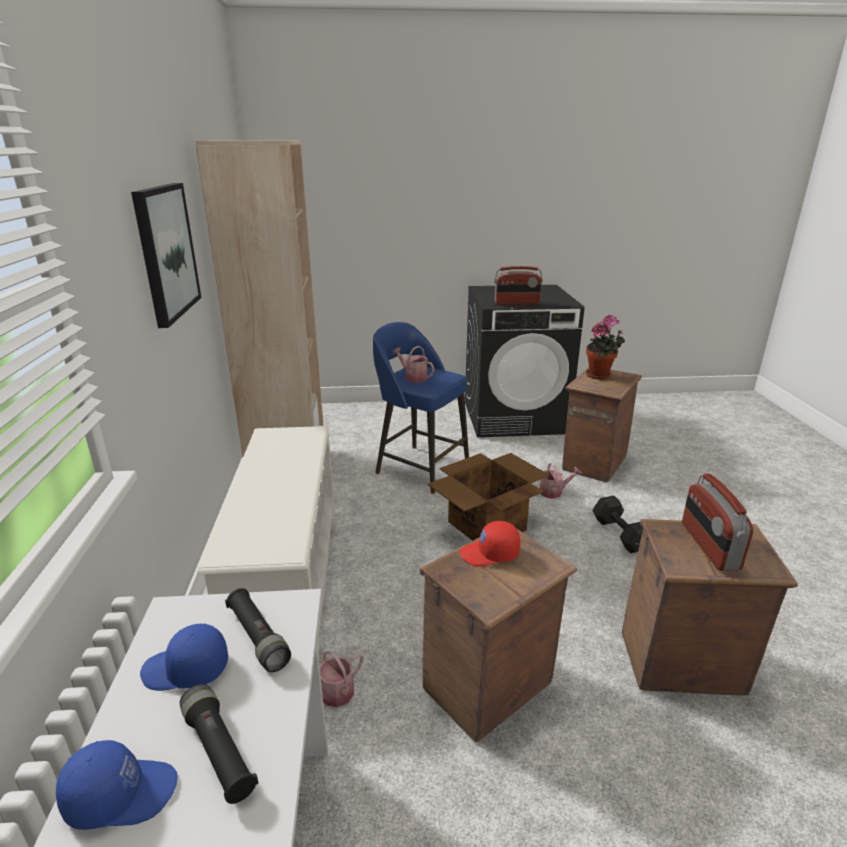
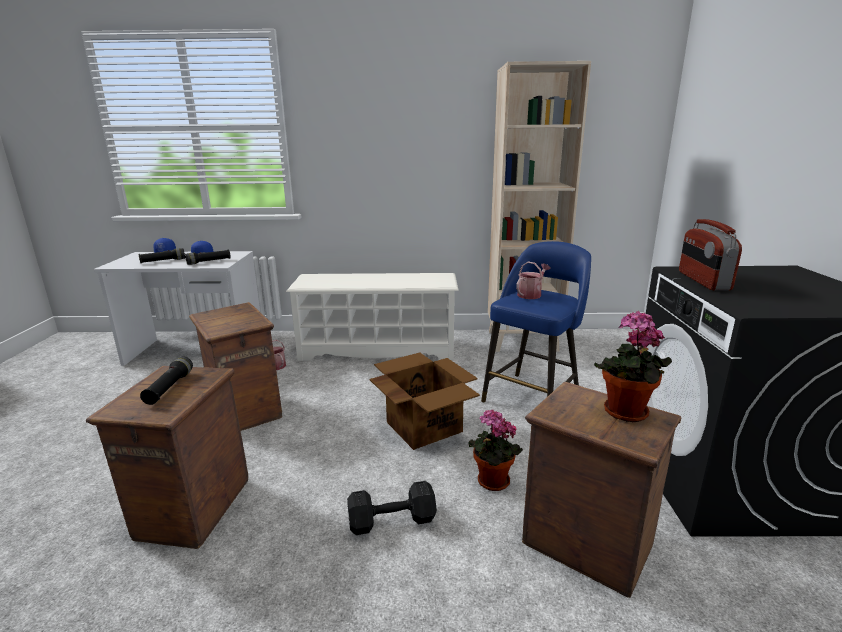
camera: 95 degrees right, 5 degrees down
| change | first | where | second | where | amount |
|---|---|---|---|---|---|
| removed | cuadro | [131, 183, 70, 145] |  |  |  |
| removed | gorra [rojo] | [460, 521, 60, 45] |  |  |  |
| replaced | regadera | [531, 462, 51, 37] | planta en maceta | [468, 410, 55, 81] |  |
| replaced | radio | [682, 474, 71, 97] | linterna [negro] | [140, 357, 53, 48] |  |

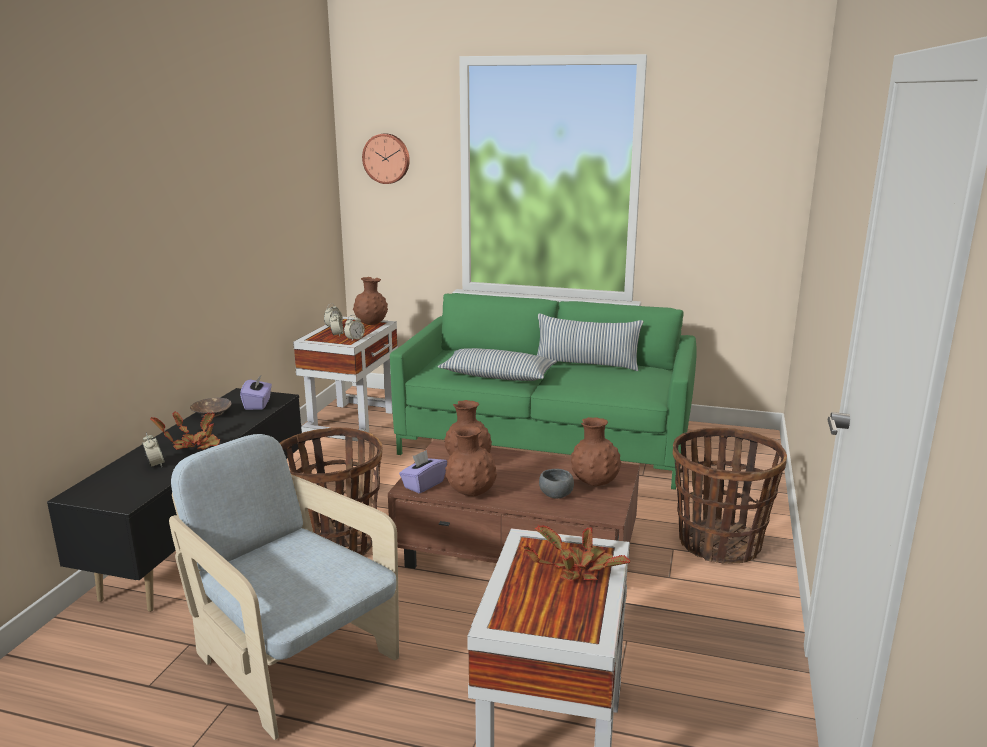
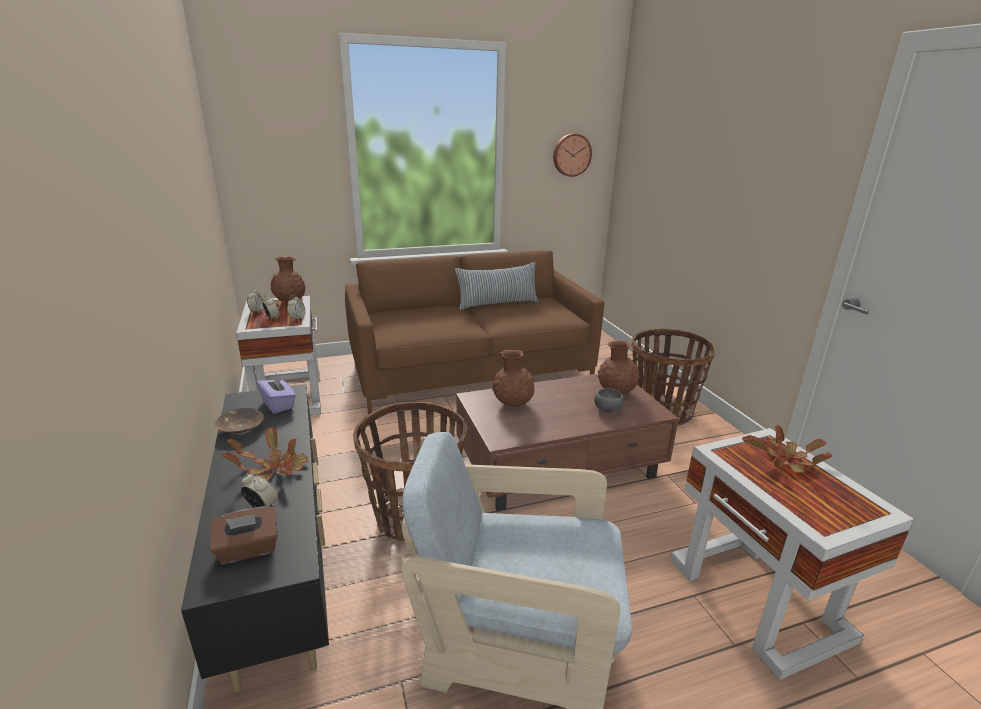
camera: 35 degrees left, 5 degrees up
| change | first | where | second | where | amount |
|---|---|---|---|---|---|
| removed | caja de pañuelos [morado] | [399, 450, 48, 43] |  |  |  |
| removed | cojín | [438, 348, 119, 33] |  |  |  |
| removed | florero [marrón] | [445, 426, 52, 70] |  |  |  |
| added |  |  | caja de pañuelos [marrón] | [210, 506, 68, 58] |  |
| moved | reloj de pared | [362, 133, 48, 51] |  | [553, 133, 39, 44] |  |
| recoloured | sofá [verde] | [390, 293, 307, 197] | sofá [marrón] | [345, 250, 259, 165] |  |

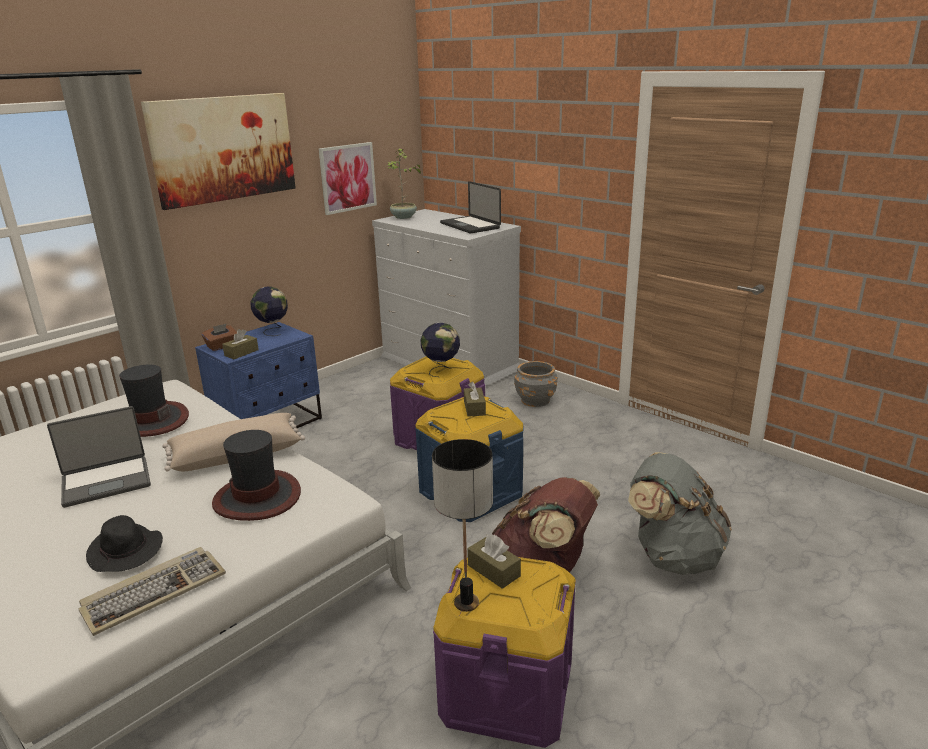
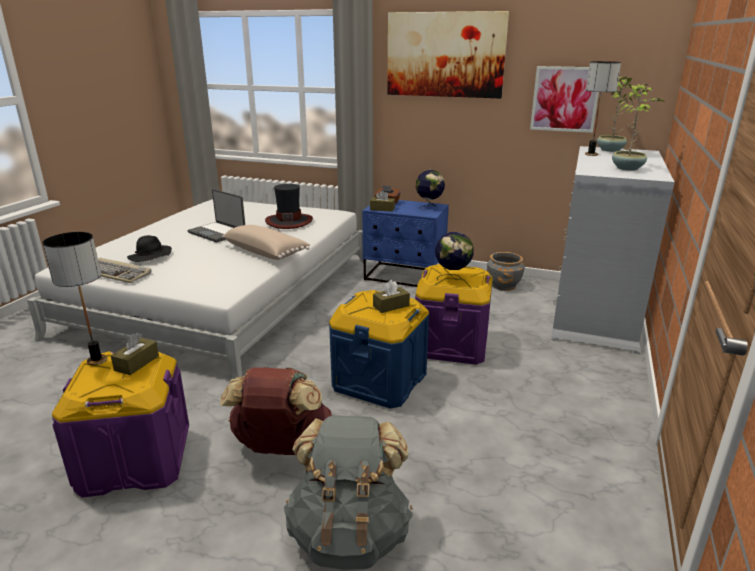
camera: 65 degrees right, 0 degrees up
| change | first | where | second | where | amount |
|---|---|---|---|---|---|
| removed | sombrero | [212, 430, 89, 91] |  |  |  |
| added |  |  | lámpara de mesa | [585, 61, 36, 95] |  |
| moved | maceta [gris] | [514, 361, 44, 46] |  | [486, 252, 39, 39] |  |
| replaced | portátil | [440, 181, 61, 52] | planta en maceta | [612, 84, 53, 87] |  |

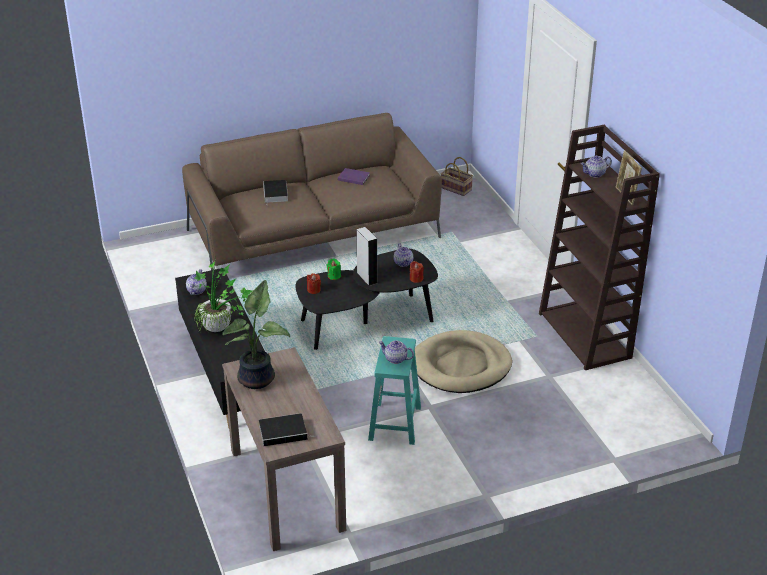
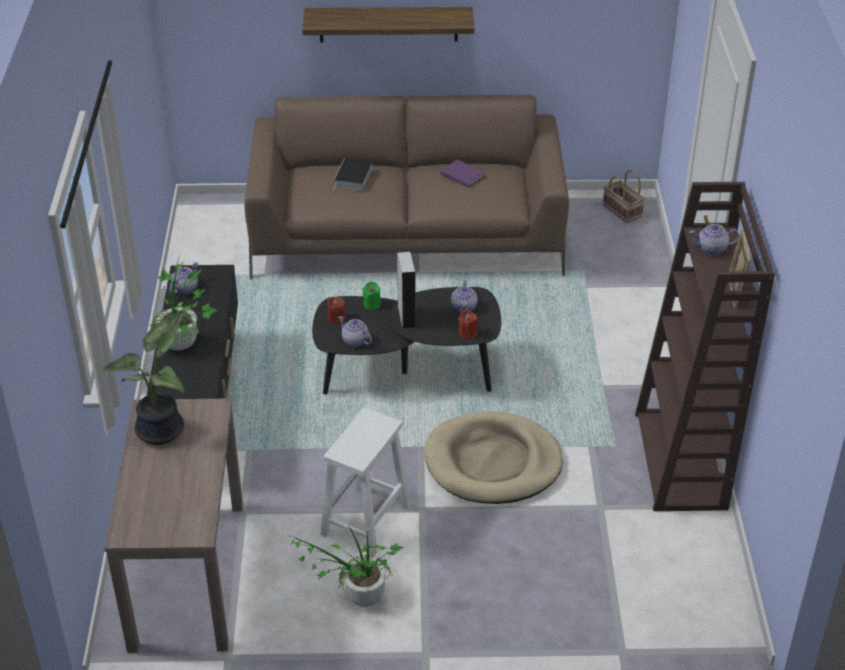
camera: 20 degrees right, 5 degrees up
| change | first | where | second | where | amount |
|---|---|---|---|---|---|
| removed | libro | [259, 413, 52, 33] |  |  |  |
| added |  |  | planta en maceta | [286, 526, 118, 81] |  |
| added |  |  | estante | [302, 7, 172, 36] |  |
| moved | tetera | [379, 341, 35, 23] |  | [338, 316, 34, 31] |  |
| recoloured | taburete [turquesa] | [368, 336, 53, 109] | taburete [blanco] | [321, 408, 90, 149] |  |

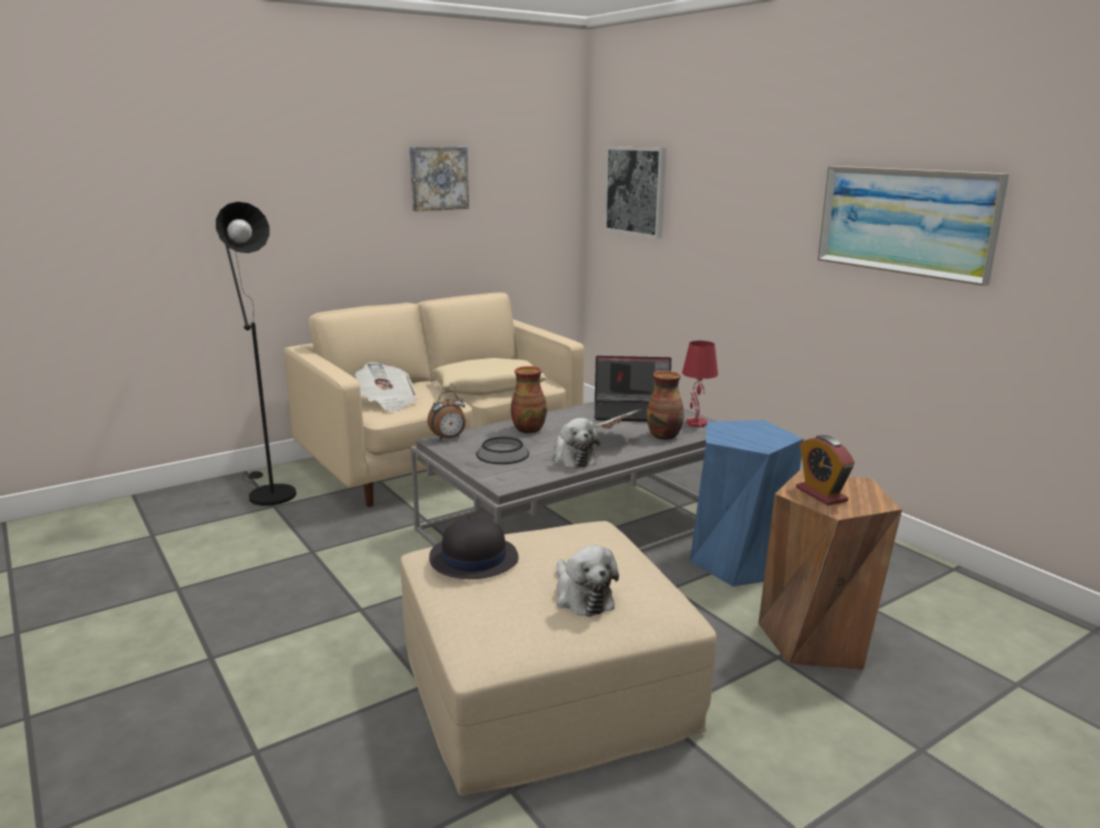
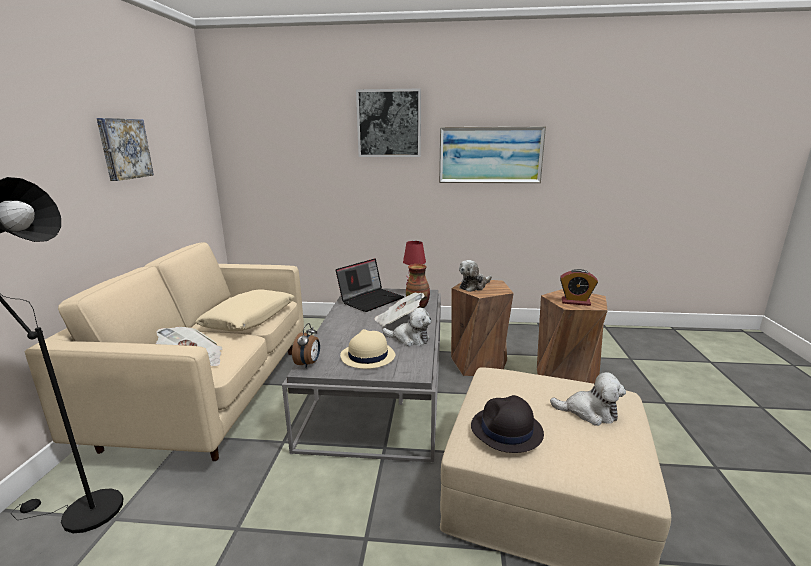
camera: 50 degrees left, 0 degrees up
| change | first | where | second | where | amount |
|---|---|---|---|---|---|
| removed | florero | [511, 366, 36, 68] |  |  |  |
| added |  |  | peluche | [459, 260, 33, 32] |  |
| moved | cuadro | [604, 146, 62, 92] |  | [356, 88, 65, 69] |  |
| replaced | cuenco | [476, 437, 53, 27] | sombrero [beis] | [340, 329, 56, 40] |  |
| recoloured | taburete [azul] | [690, 420, 114, 167] | taburete [marrón] | [451, 280, 63, 96] |  |

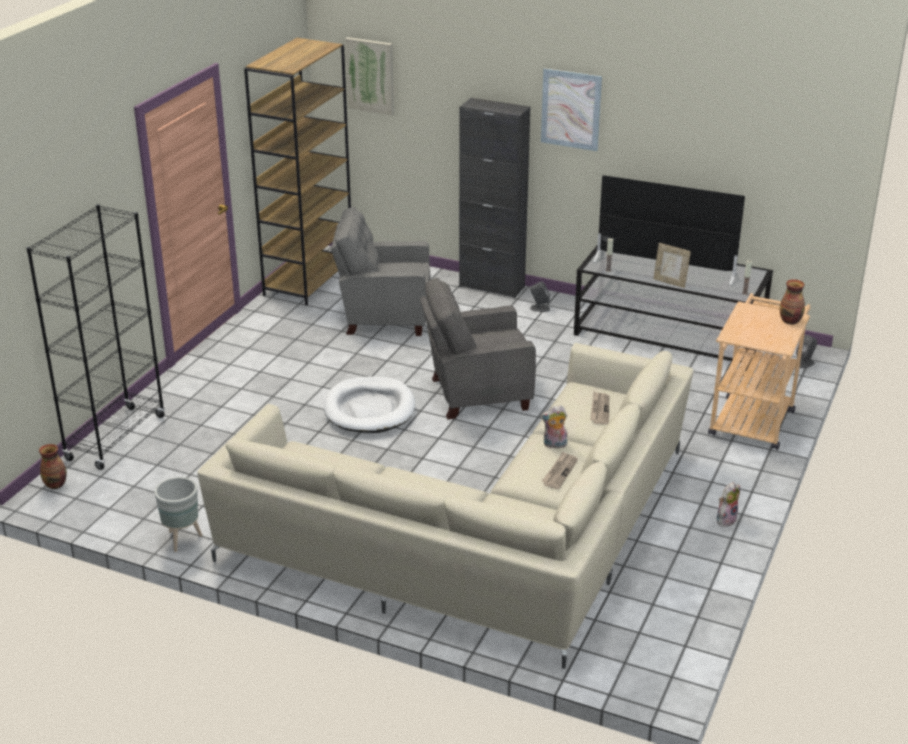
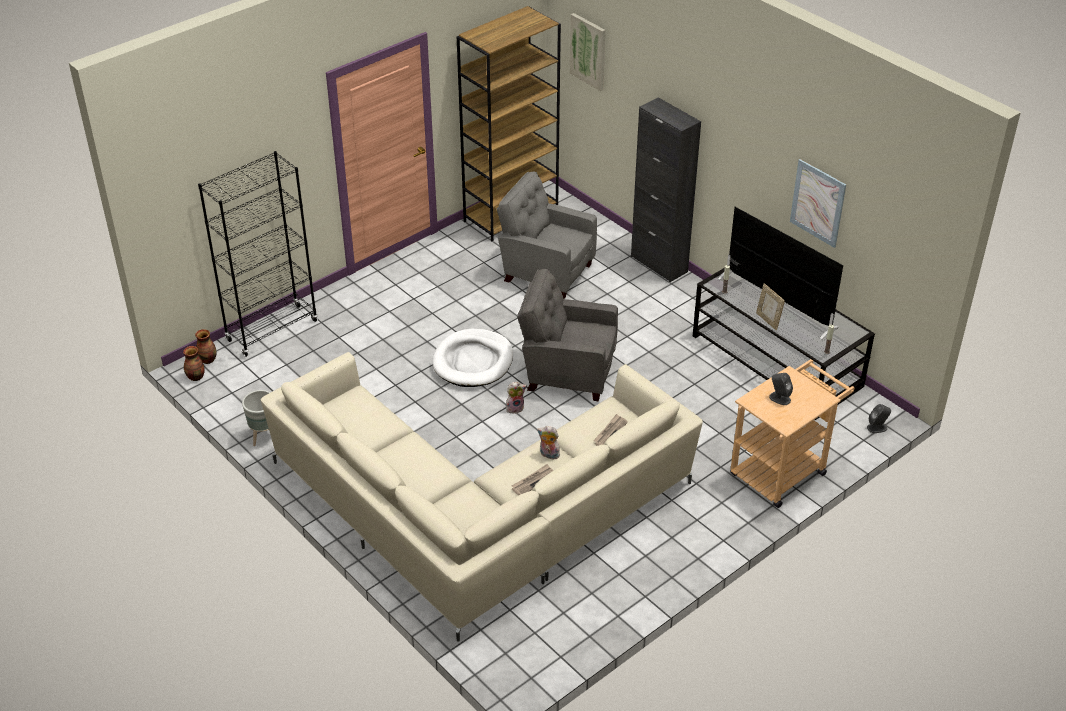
camera: 25 degrees right, 10 degrees up
| change | first | where | second | where | amount |
|---|---|---|---|---|---|
| moved | altavoz [gris] | [530, 281, 20, 31] |  | [769, 373, 24, 32] |  |
| moved | cuadro | [541, 68, 61, 83] |  | [790, 159, 56, 89] |  |
| moved | peluche | [717, 482, 23, 45] |  | [506, 382, 21, 32] |  |
| moved | florero | [780, 279, 25, 45] |  | [183, 346, 22, 35] |  |

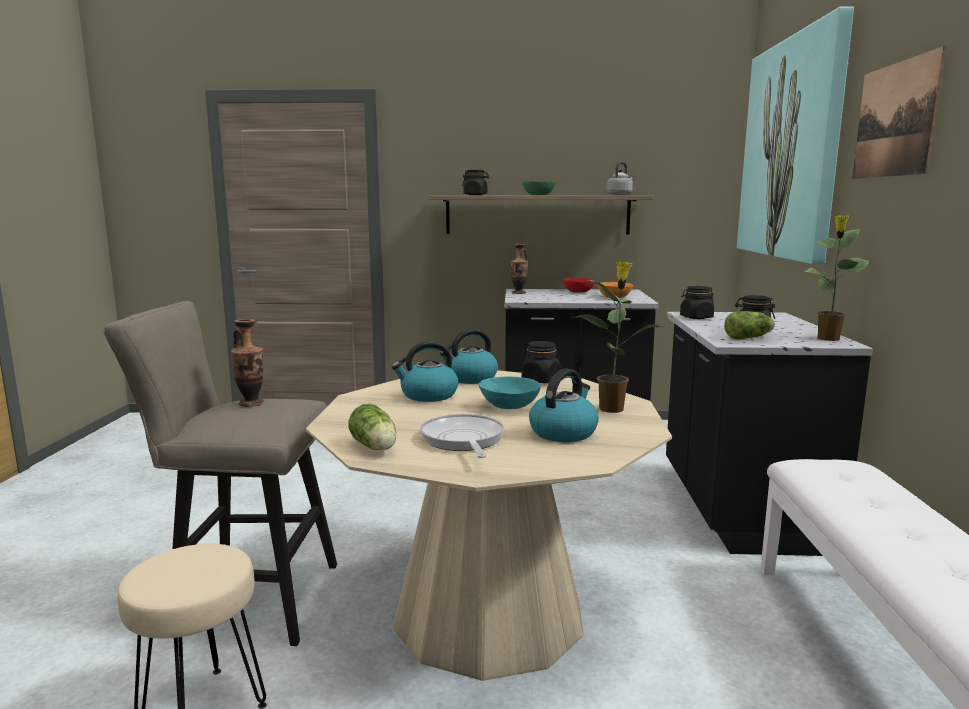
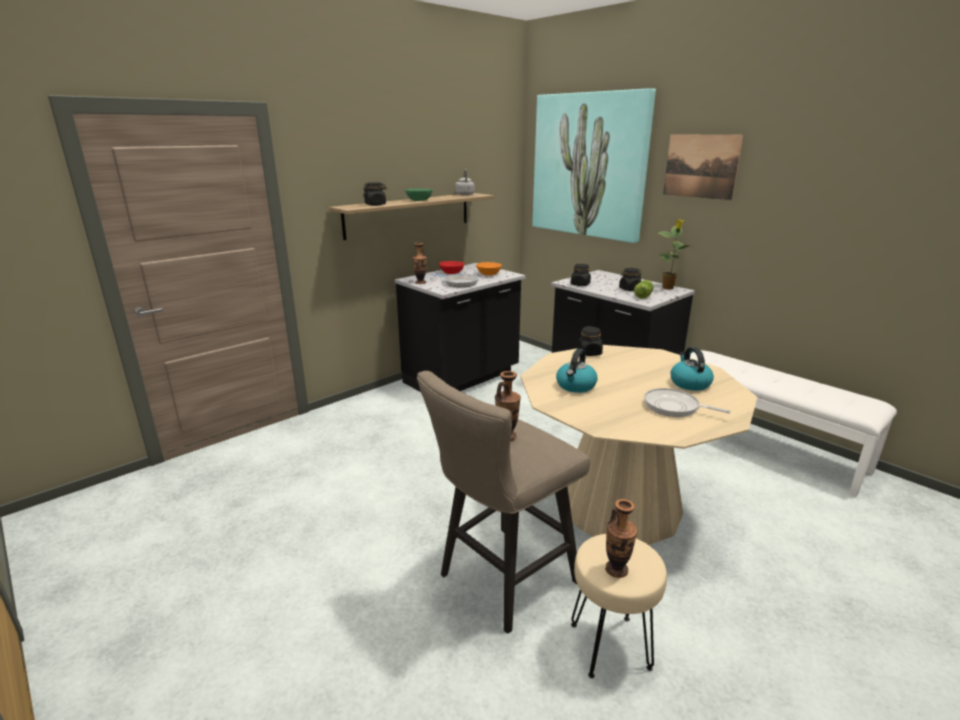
camera: 45 degrees left, 10 degrees up
| change | first | where | second | where | amount |
|---|---|---|---|---|---|
| removed | lechuga | [348, 404, 48, 46] |  |  |  |
| removed | hervidor | [440, 329, 58, 55] |  |  |  |
| removed | cuenco [turquesa] | [479, 377, 62, 32] |  |  |  |
| removed | planta en maceta | [572, 261, 93, 152] |  |  |  |
| added |  |  | sartén | [431, 273, 48, 14] |  |
| added |  |  | florero | [605, 499, 33, 79] |  |

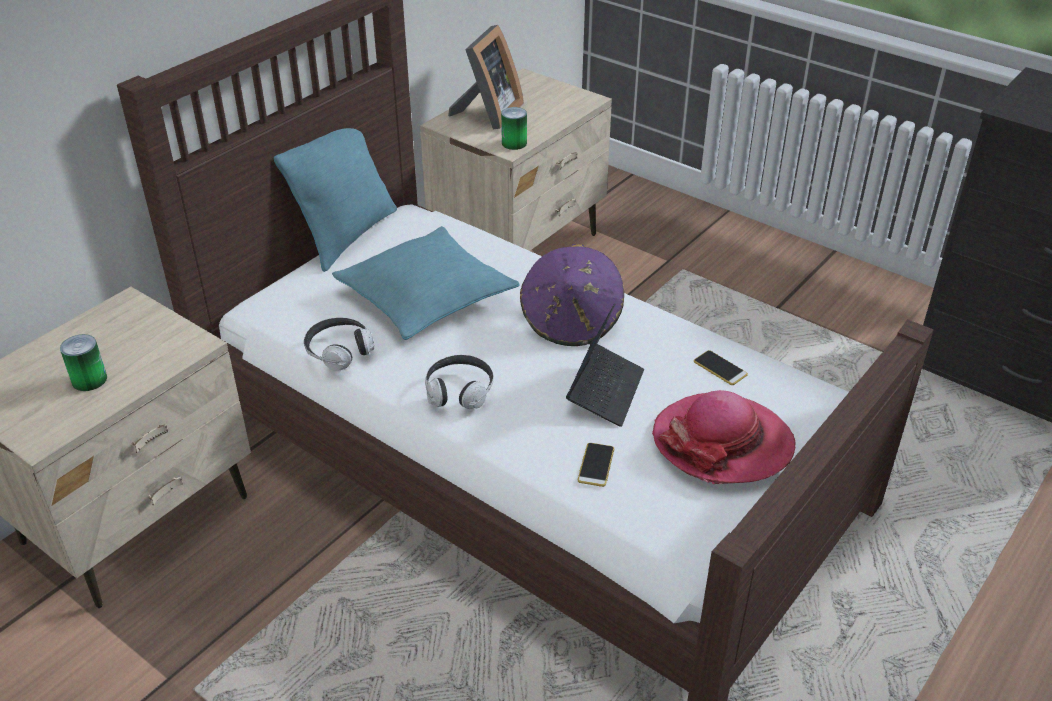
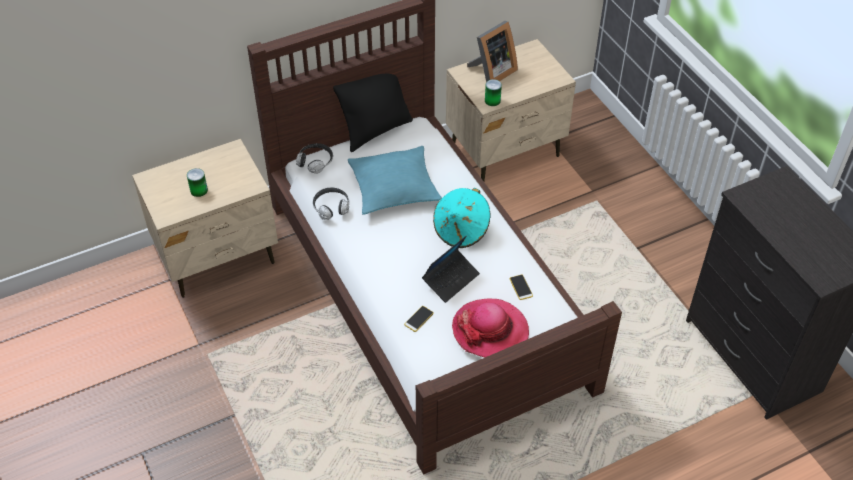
camera: 25 degrees right, 10 degrees up
| change | first | where | second | where | amount |
|---|---|---|---|---|---|
| moved | auriculares | [425, 355, 69, 54] |  | [296, 143, 37, 31] |  |
| recoloured | cojín [turquesa] | [274, 128, 123, 144] | cojín [negro] | [333, 74, 80, 78] |  |
| recoloured | sombrero [morado] | [520, 244, 104, 102] | sombrero [turquesa] | [433, 188, 58, 60] |  |

